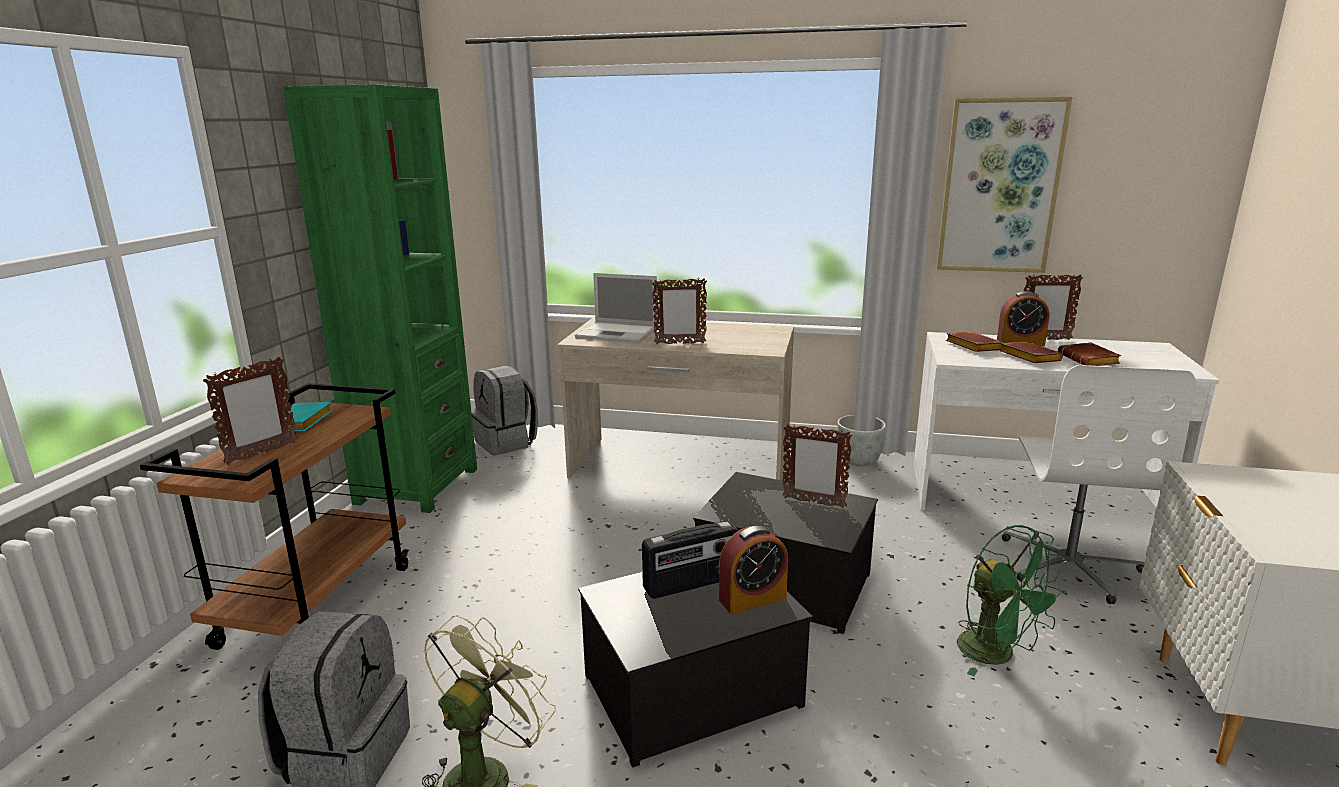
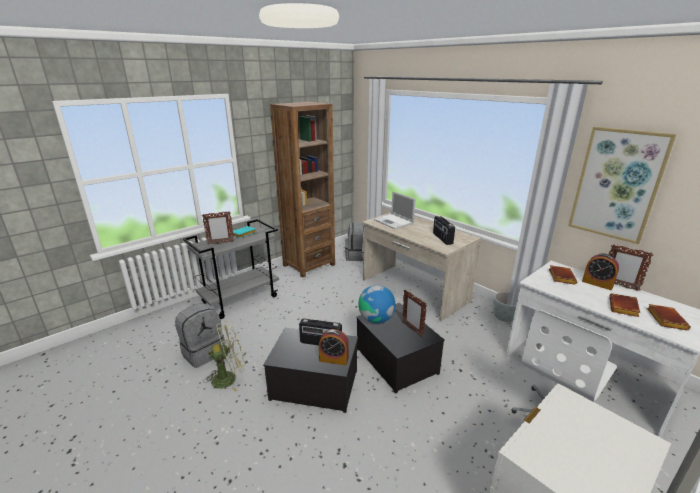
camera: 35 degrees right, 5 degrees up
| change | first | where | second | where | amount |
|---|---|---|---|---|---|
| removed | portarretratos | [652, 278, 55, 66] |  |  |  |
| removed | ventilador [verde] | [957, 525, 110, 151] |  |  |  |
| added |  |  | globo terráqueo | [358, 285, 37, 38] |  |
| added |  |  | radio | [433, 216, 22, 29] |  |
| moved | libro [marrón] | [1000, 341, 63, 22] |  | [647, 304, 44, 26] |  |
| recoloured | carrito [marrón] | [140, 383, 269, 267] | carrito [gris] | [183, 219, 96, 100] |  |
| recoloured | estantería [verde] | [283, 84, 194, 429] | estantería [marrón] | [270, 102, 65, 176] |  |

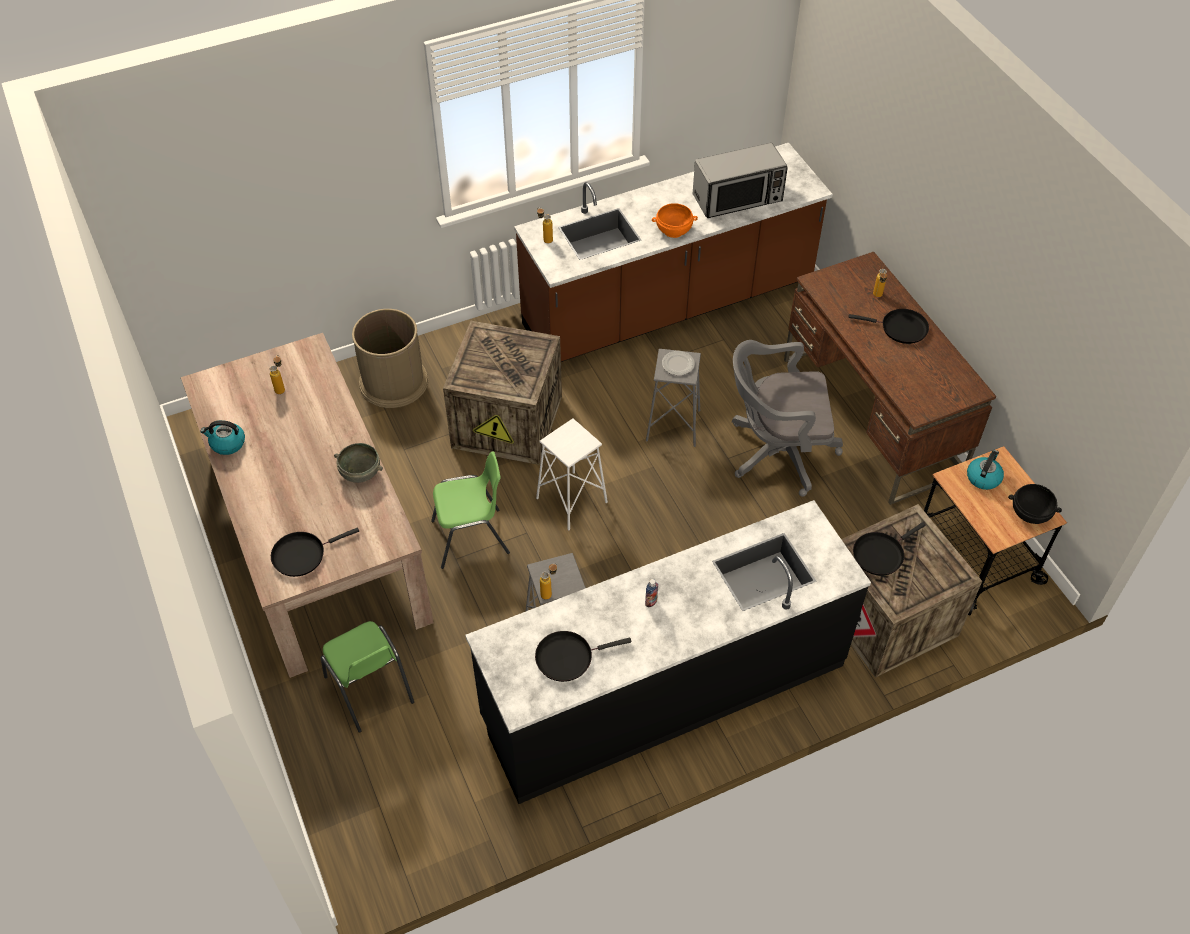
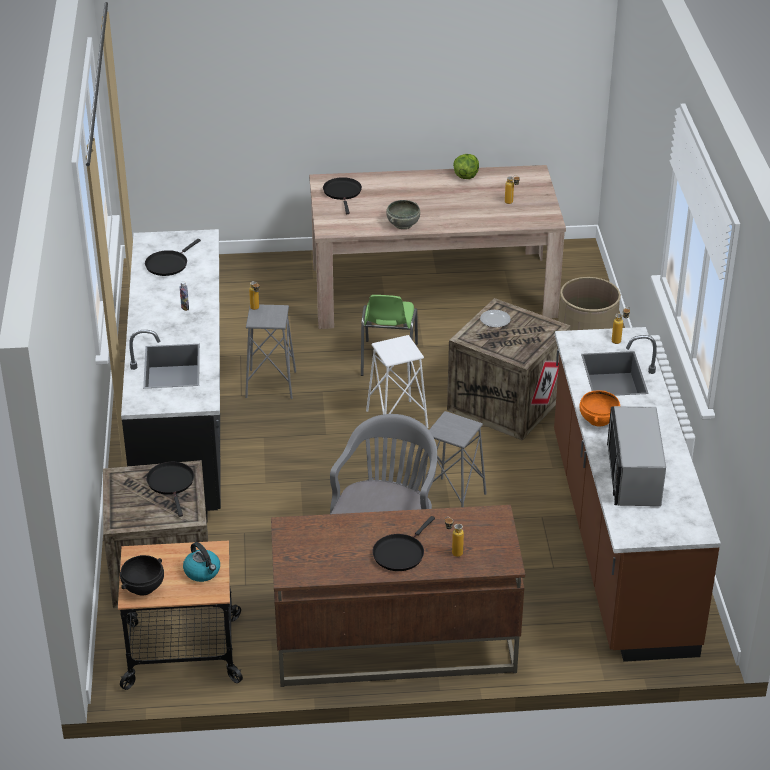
camera: 110 degrees right, 15 degrees down
| change | first | where | second | where | amount |
|---|---|---|---|---|---|
| removed | silla [verde] | [321, 621, 93, 112] |  |  |  |
| moved | plato | [662, 351, 33, 24] |  | [480, 310, 31, 17] |  |
| replaced | hervidor | [201, 420, 44, 35] | lechuga | [453, 154, 26, 25] |  |
| turned | sartén [negro] | [535, 631, 96, 51] |  | [145, 239, 56, 37] | 150 degrees counterclockwise |

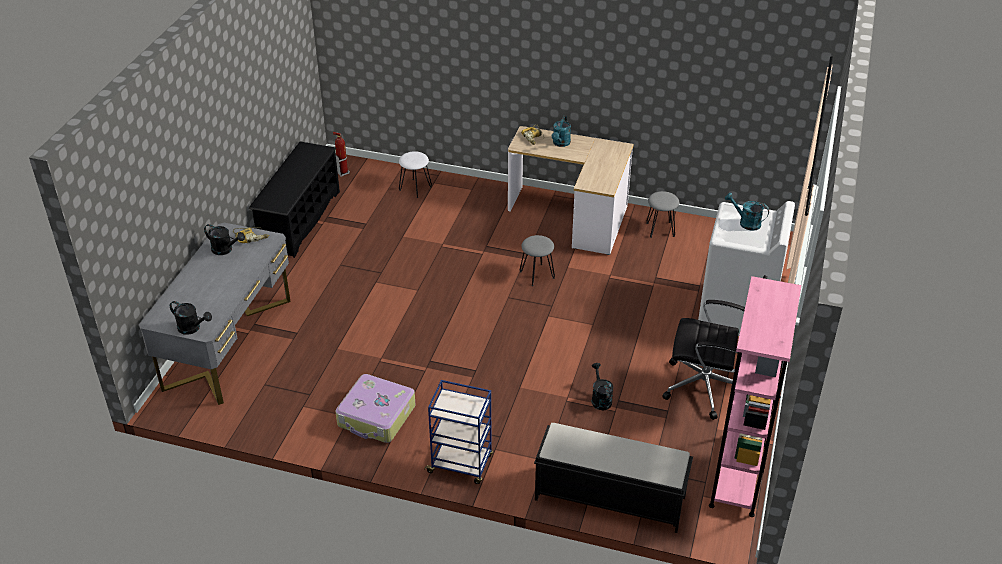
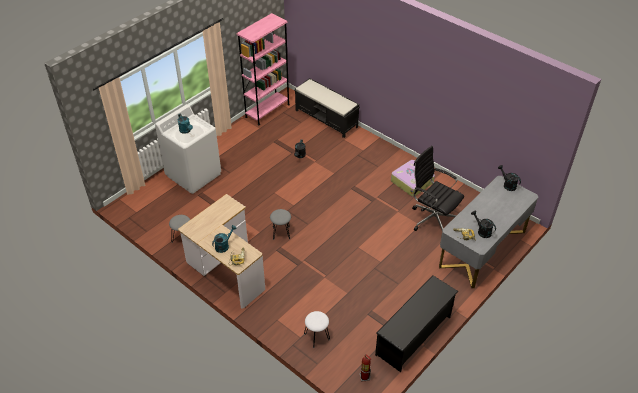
camera: 155 degrees left, 5 degrees up
| change | first | where | second | where | amount |
|---|---|---|---|---|---|
| removed | carrito [azul] | [425, 380, 68, 104] |  |  |  |
| moved | silla de oficina [negro] | [662, 275, 105, 145] |  | [412, 146, 52, 85] |  |

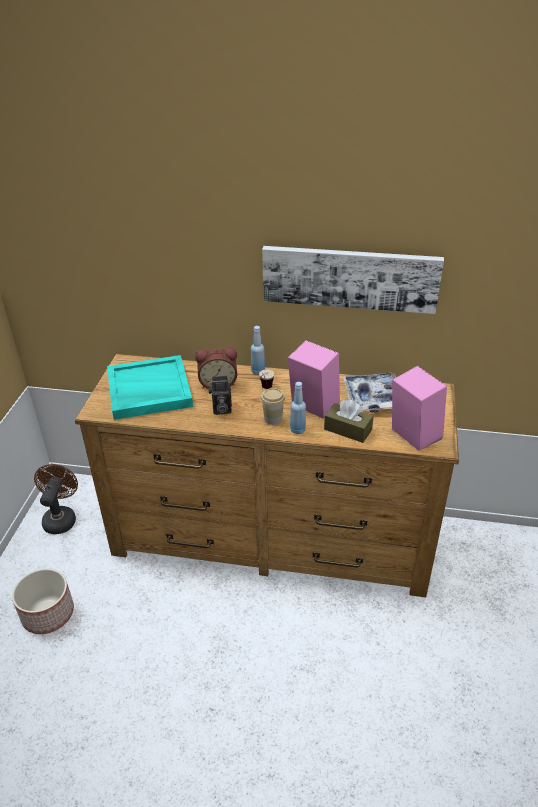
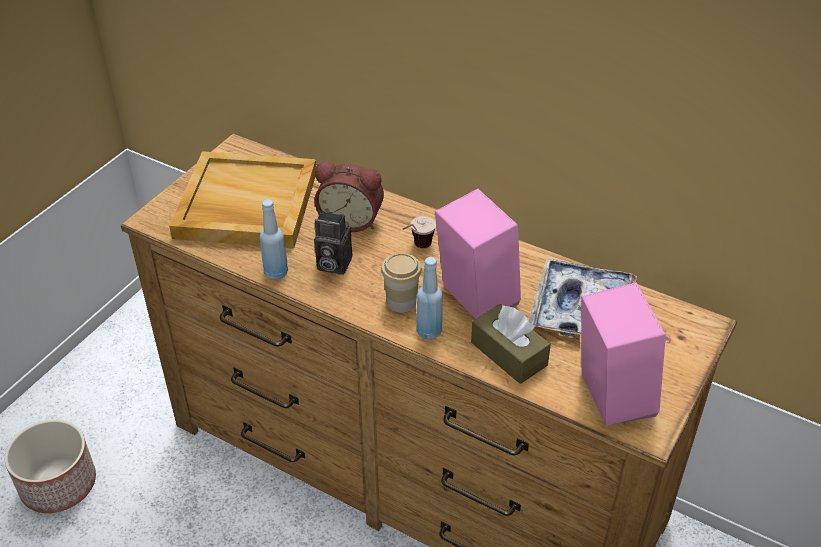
camera: 20 degrees right, 5 degrees up
| change | first | where | second | where | amount |
|---|---|---|---|---|---|
| removed | ventilador [marrón] | [34, 464, 44, 70] |  |  |  |
| removed | cuadro | [262, 246, 182, 68] |  |  |  |
| moved | botella [azul] | [251, 326, 14, 49] |  | [260, 199, 28, 81] |  |
| recoloured | bandeja [turquesa] | [107, 355, 86, 65] | bandeja [beis] | [169, 151, 147, 98] |  |

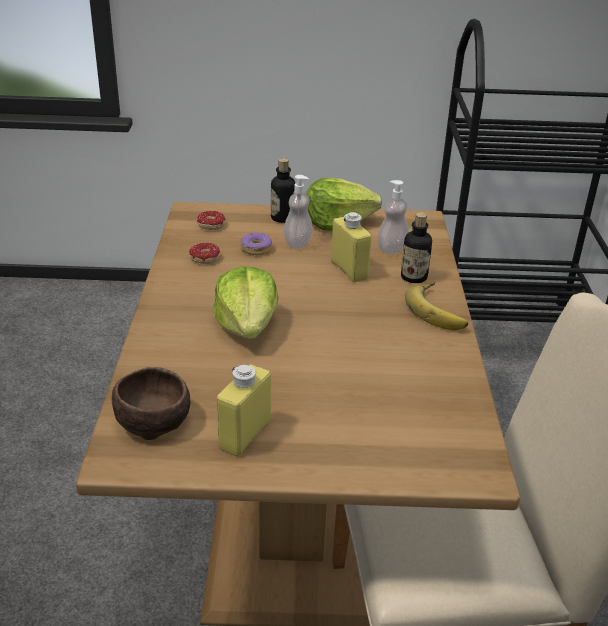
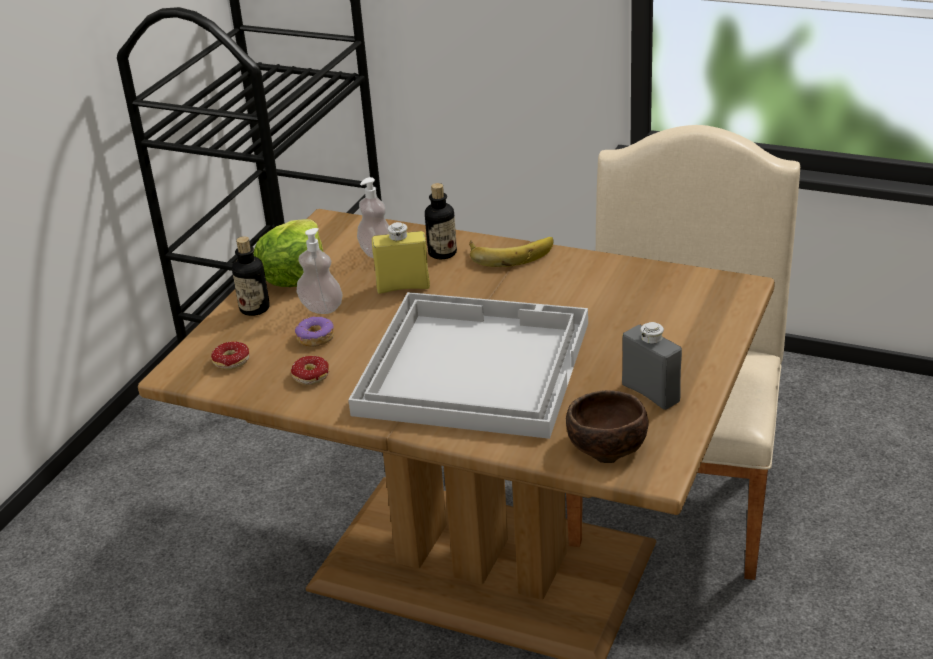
camera: 65 degrees left, 0 degrees up
| change | first | where | second | where | amount |
|---|---|---|---|---|---|
| replaced | lechuga | [213, 266, 65, 73] | bandeja [blanco] | [348, 292, 240, 147] |  |
| recoloured | botella [amarillo] | [217, 364, 54, 92] | botella [gris] | [622, 322, 60, 88] |  |

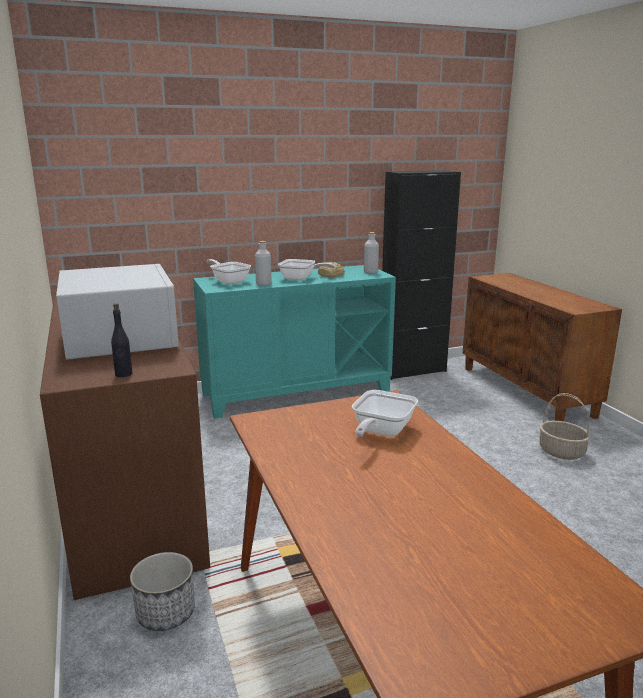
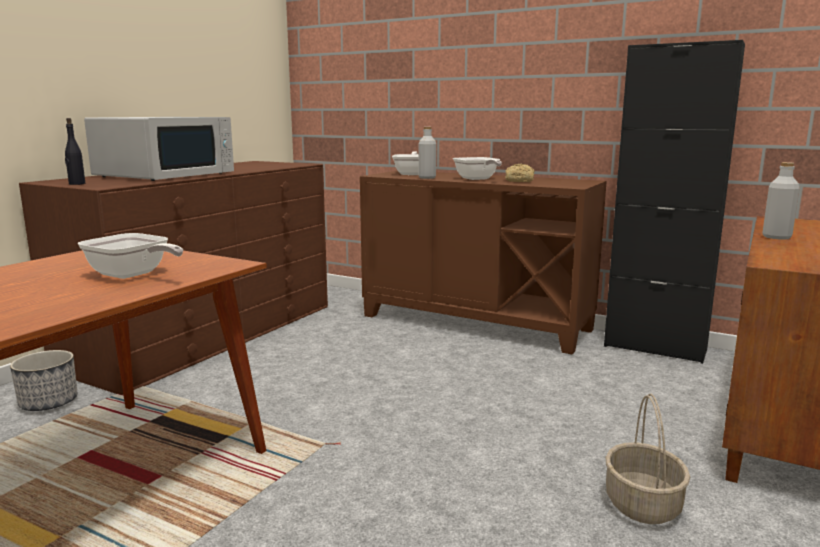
camera: 50 degrees right, 5 degrees down
| change | first | where | second | where | amount |
|---|---|---|---|---|---|
| moved | botella [gris] | [364, 232, 15, 42] |  | [762, 162, 38, 78] |  |
| recoloured | armario [turquesa] | [193, 265, 203, 154] | armario [marrón] | [360, 171, 247, 183] |  |
| turned | sartén | [352, 390, 66, 47] |  | [78, 233, 105, 46] | 135 degrees counterclockwise |

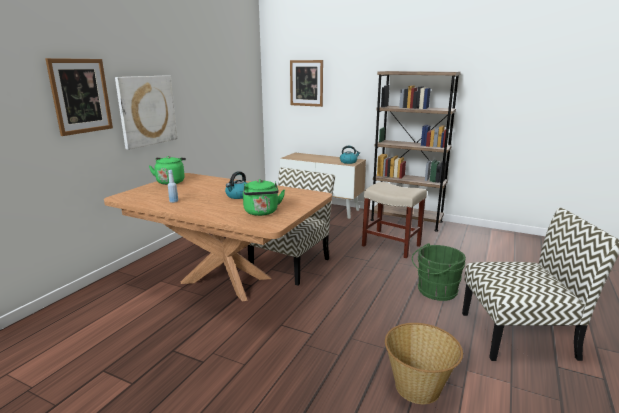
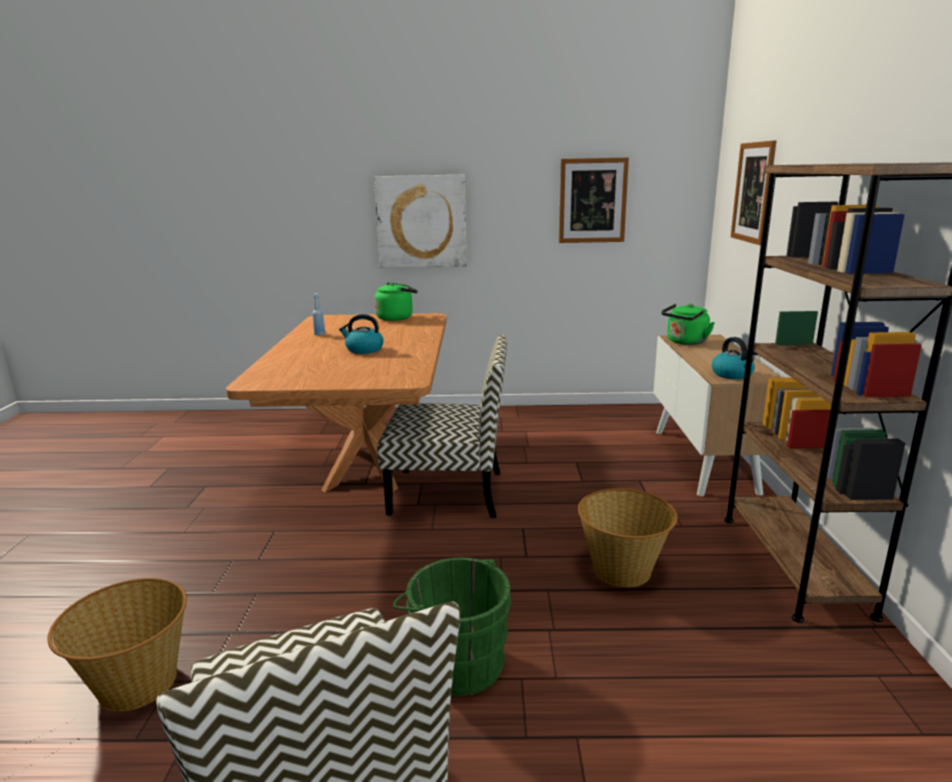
camera: 65 degrees right, 0 degrees up
| change | first | where | second | where | amount |
|---|---|---|---|---|---|
| moved | cuadro | [45, 58, 68, 78] |  | [559, 158, 70, 85] |  |
| moved | hervidor [verde] | [243, 179, 42, 37] |  | [661, 304, 54, 41] |  |
| replaced | taburete [beis] | [362, 182, 65, 76] | cesta | [578, 488, 100, 99] |  |

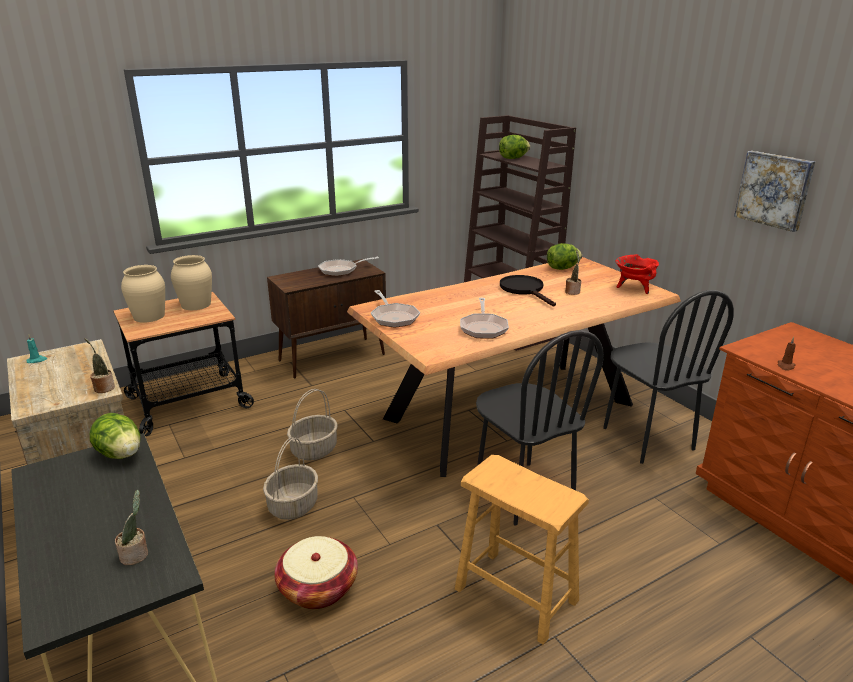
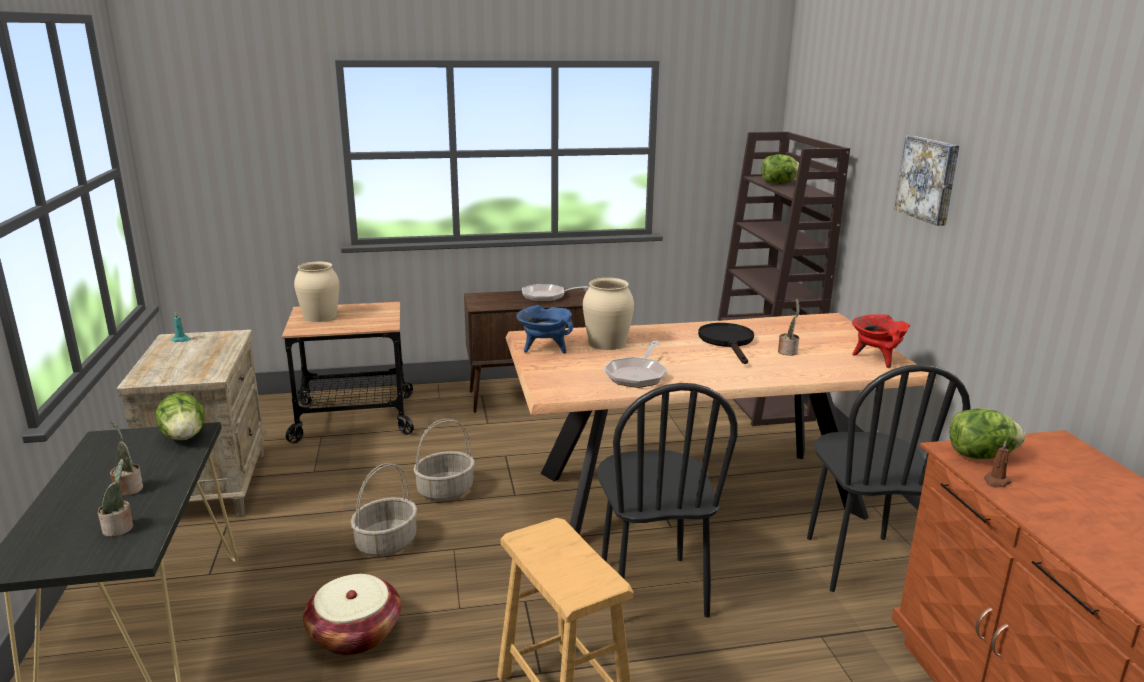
camera: 20 degrees right, 5 degrees down
| change | first | where | second | where | amount |
|---|---|---|---|---|---|
| moved | planta en maceta | [84, 338, 31, 55] |  | [110, 420, 33, 76] |  |
| moved | florero [beis] | [171, 255, 41, 55] |  | [583, 278, 51, 72] |  |
| moved | lechuga | [547, 243, 35, 27] |  | [949, 408, 76, 51] |  |
| moved | cuadro | [734, 151, 81, 81] |  | [894, 136, 65, 90] |  |
| replaced | sartén | [371, 290, 49, 38] | olla [azul] | [516, 305, 57, 49] |  |

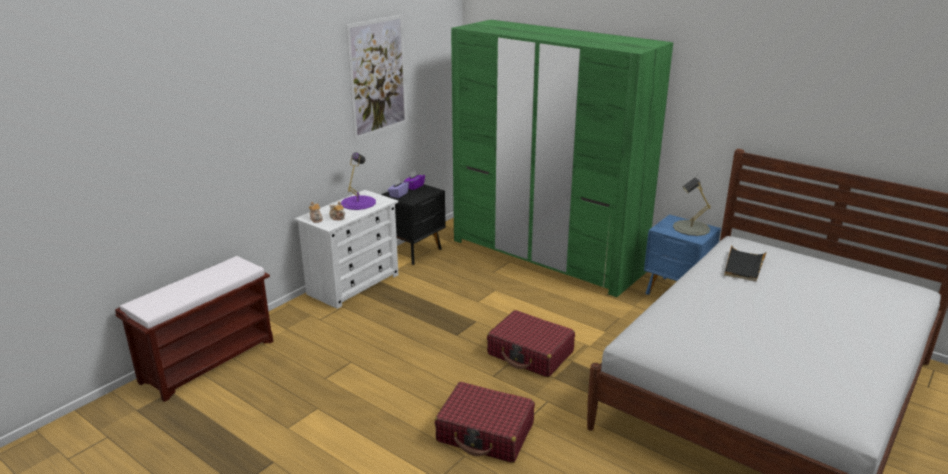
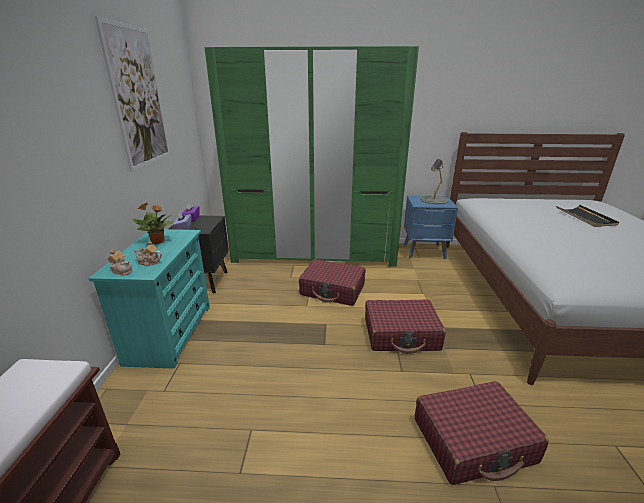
camera: 35 degrees left, 0 degrees up
| change | first | where | second | where | amount |
|---|---|---|---|---|---|
| added |  |  | maleta [rojo] | [299, 259, 66, 47] |  |
| moved | bandeja [negro] | [724, 245, 43, 37] |  | [556, 205, 63, 22] |  |
| replaced | lámpara de mesa [morado] | [341, 152, 35, 58] | planta en maceta | [132, 203, 41, 41] |  |
| recoloured | cómoda [blanco] | [295, 190, 103, 119] | cómoda [turquesa] | [88, 229, 122, 140] |  |

